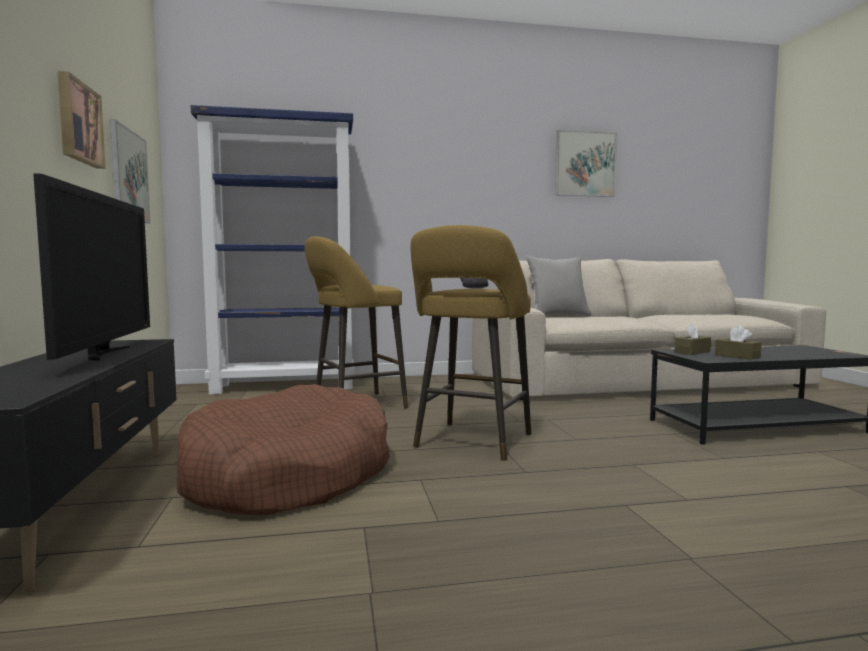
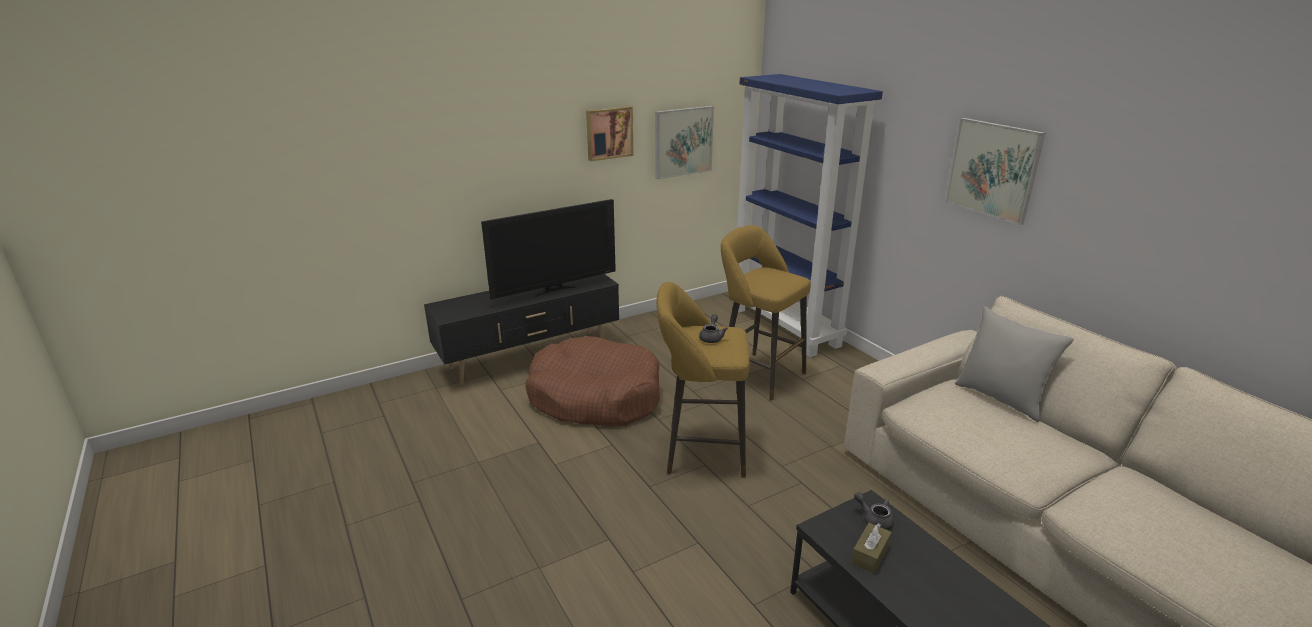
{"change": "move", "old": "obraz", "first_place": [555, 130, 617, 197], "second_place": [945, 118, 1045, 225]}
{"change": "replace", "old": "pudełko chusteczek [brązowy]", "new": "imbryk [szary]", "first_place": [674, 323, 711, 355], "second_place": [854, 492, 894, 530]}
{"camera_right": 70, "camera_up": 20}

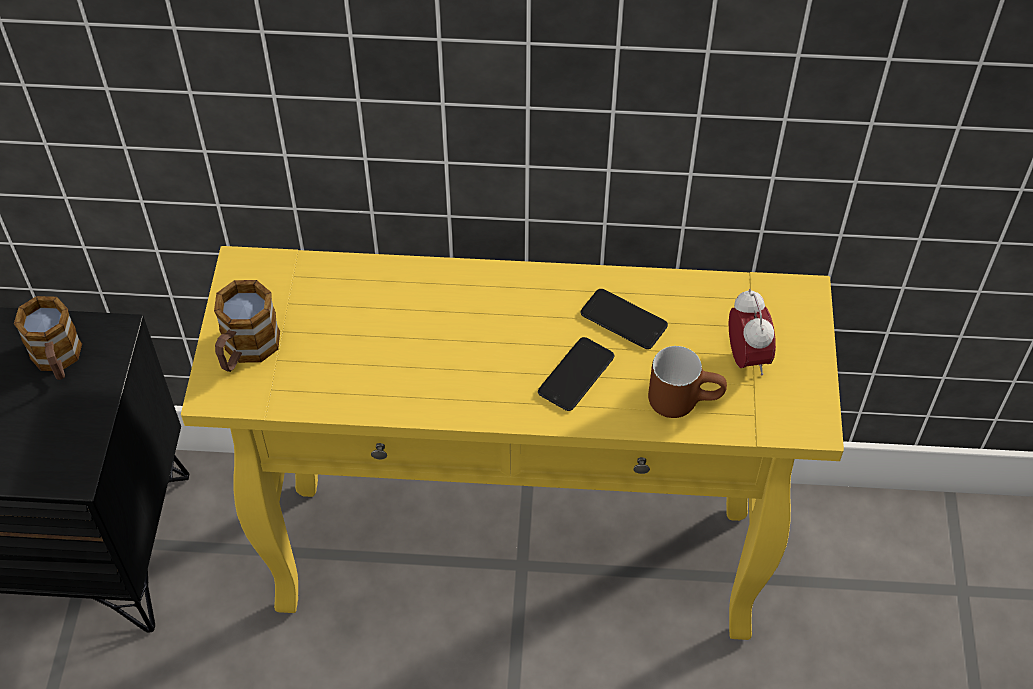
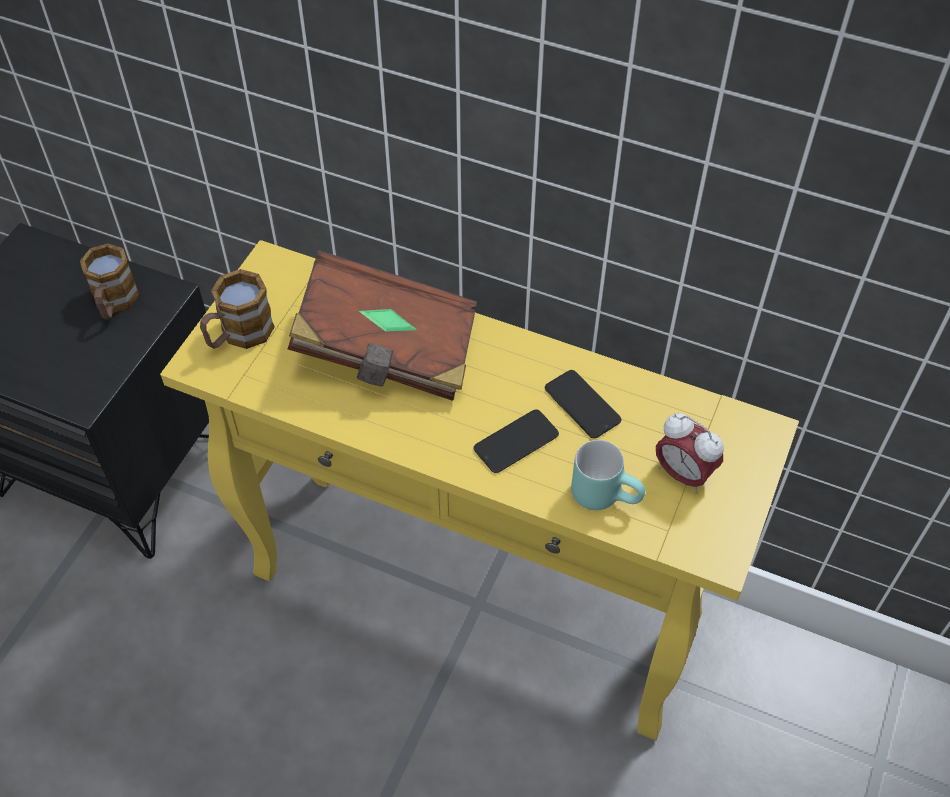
{"change": "recolor", "old": "kubek [brązowy]", "new": "kubek [turkusowy]", "first_place": [648, 346, 727, 418], "second_place": [571, 440, 645, 510]}
{"change": "rotate", "old": "budzik", "first_place": [729, 289, 776, 375], "second_place": [656, 413, 724, 494], "degrees": 120}
{"change": "insert", "new": "książka [brązowy]", "second_place": [288, 250, 477, 401]}
{"camera_right": 20, "camera_up": 0}

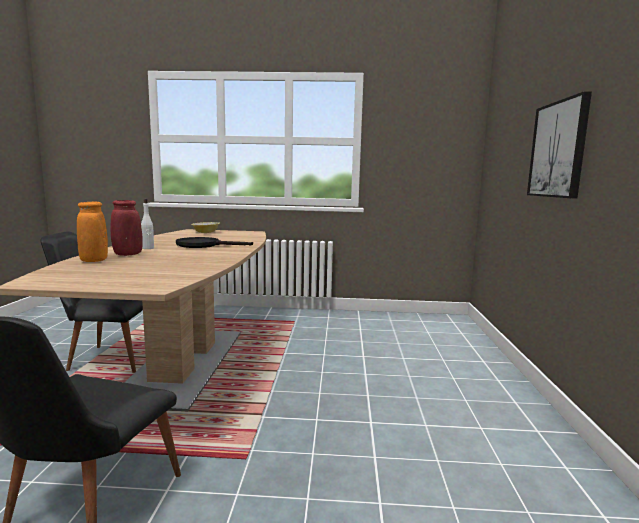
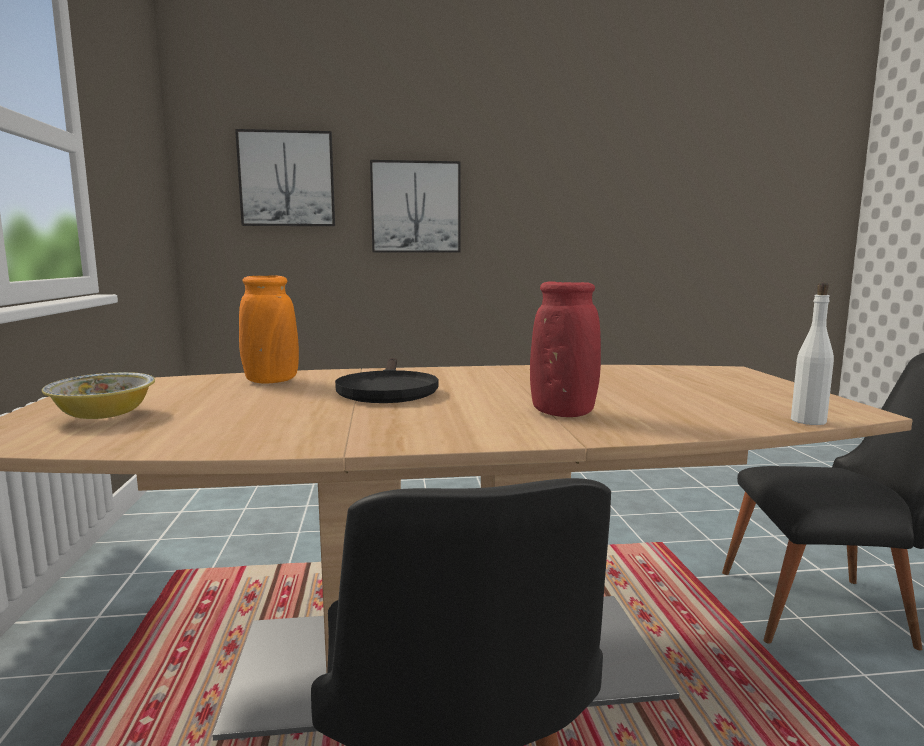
{"change": "move", "old": "wazon [pomarańczowy]", "first_place": [77, 202, 108, 262], "second_place": [239, 275, 299, 384]}
{"change": "move", "old": "butelka [biały]", "first_place": [141, 199, 154, 249], "second_place": [791, 283, 834, 425]}
{"change": "insert", "new": "obraz", "second_place": [235, 129, 335, 226]}
{"camera_right": -100, "camera_up": 0}

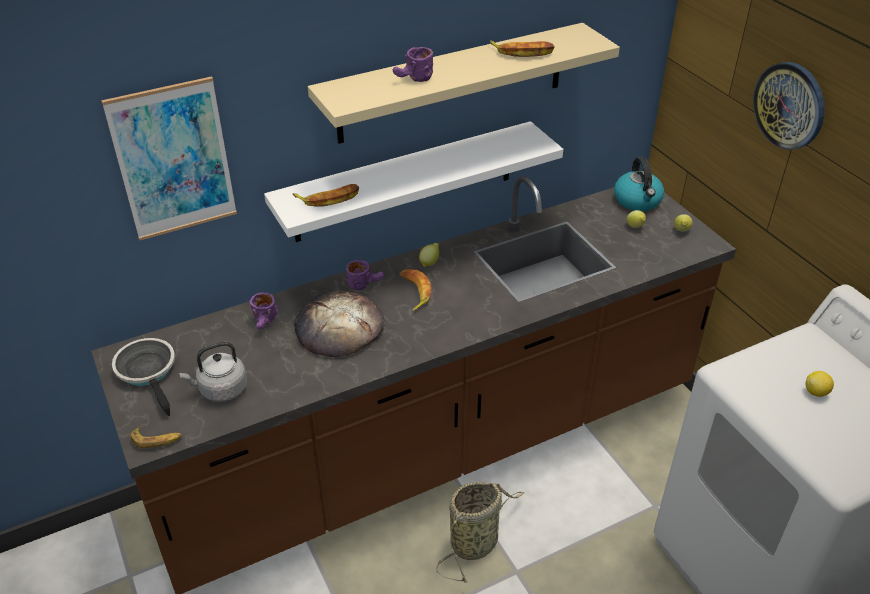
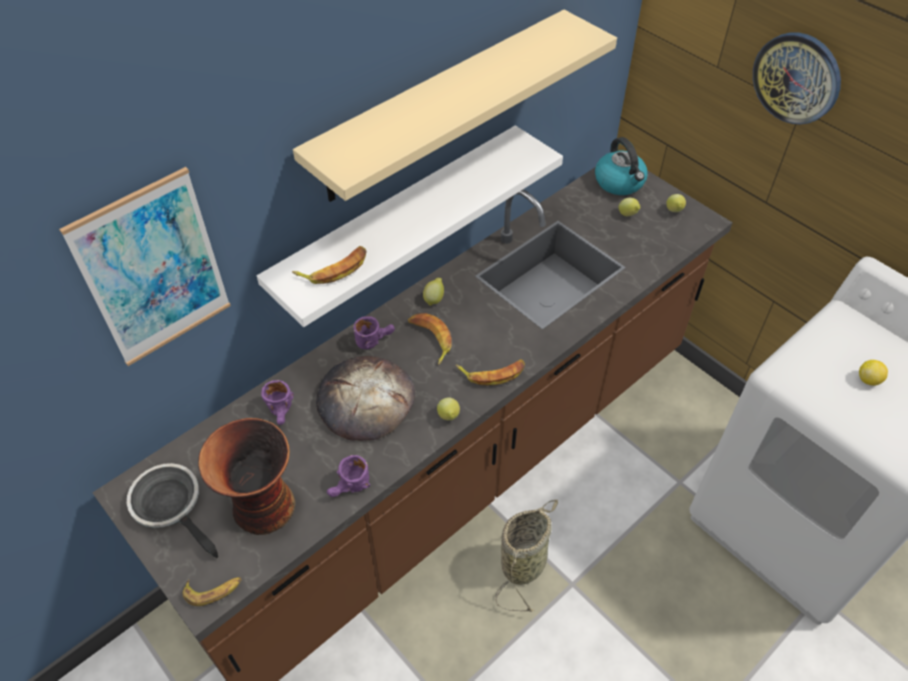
{"change": "replace", "old": "czajnik [szary]", "new": "wazon", "first_place": [179, 342, 247, 402], "second_place": [198, 418, 295, 535]}
{"change": "move", "old": "kubek [fioletowy]", "first_place": [393, 47, 433, 82], "second_place": [327, 455, 370, 497]}
{"change": "move", "old": "banan", "first_place": [490, 40, 555, 57], "second_place": [456, 359, 525, 386]}
{"change": "insert", "new": "cytryna", "second_place": [437, 397, 460, 420]}
{"camera_right": -15, "camera_up": 10}

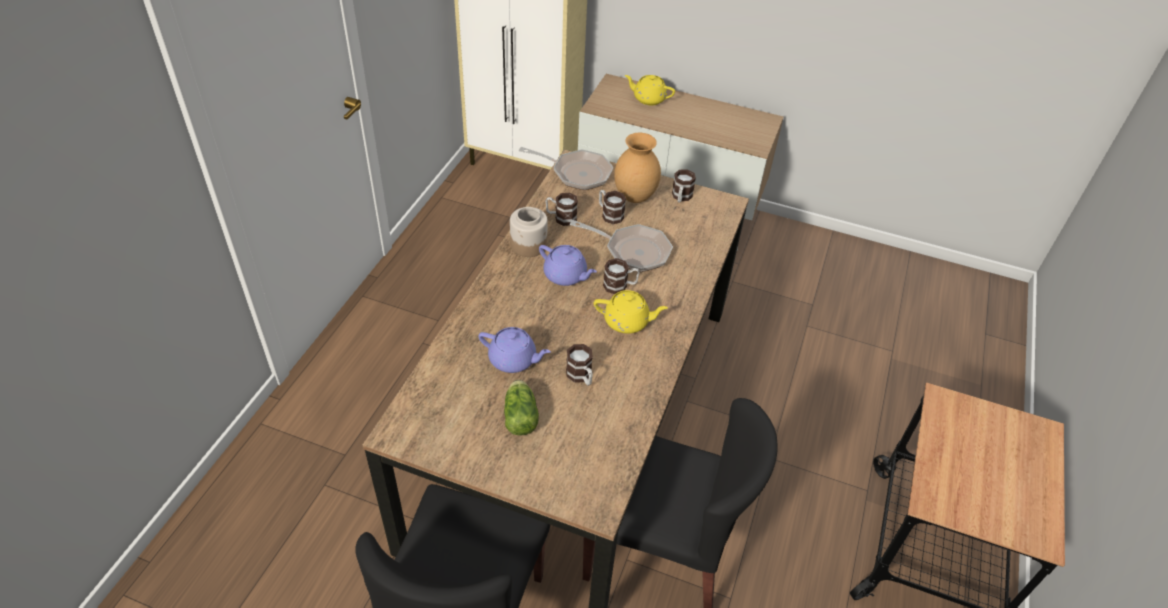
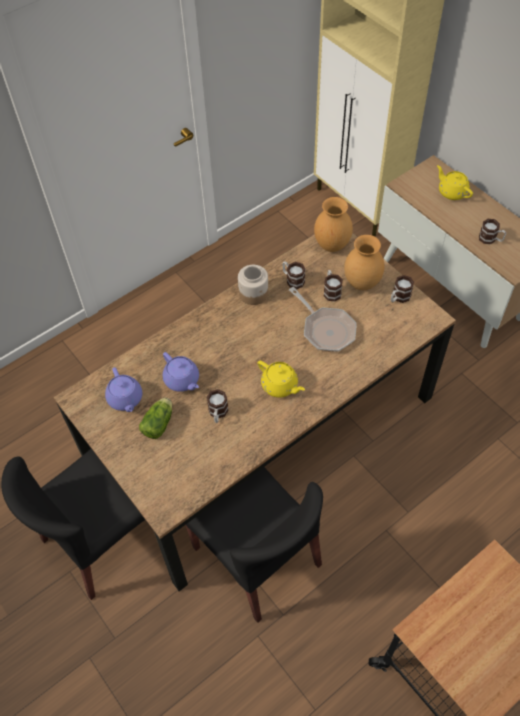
{"change": "replace", "old": "patelnia", "new": "wazon [brązowy]", "first_place": [519, 147, 613, 190], "second_place": [314, 197, 353, 252]}
{"change": "move", "old": "imbryk [fioletowy]", "first_place": [539, 245, 597, 286], "second_place": [105, 367, 142, 412]}
{"change": "move", "old": "kubek", "first_place": [603, 258, 640, 294], "second_place": [479, 219, 506, 244]}
{"camera_right": 35, "camera_up": 10}

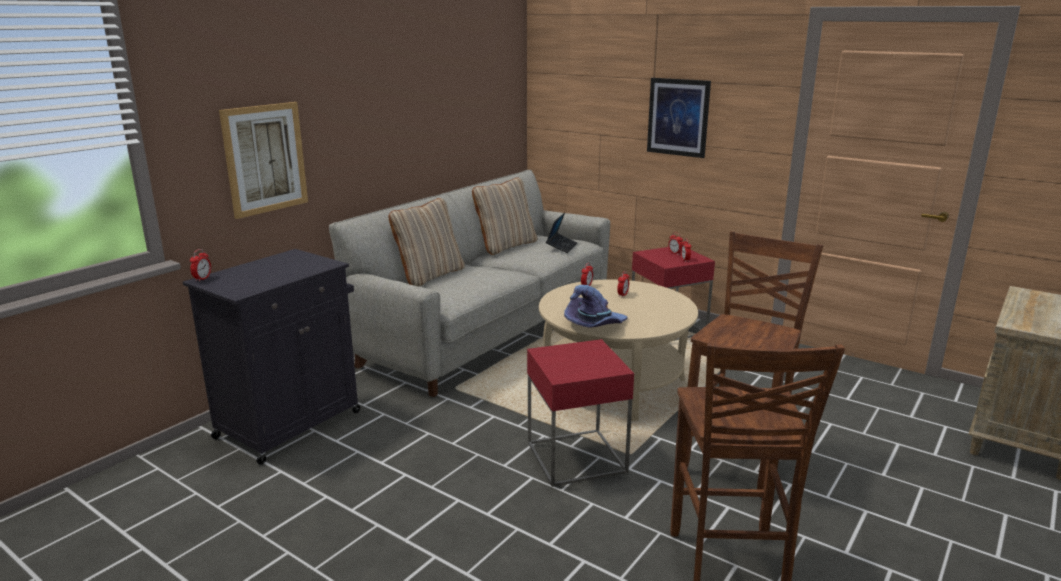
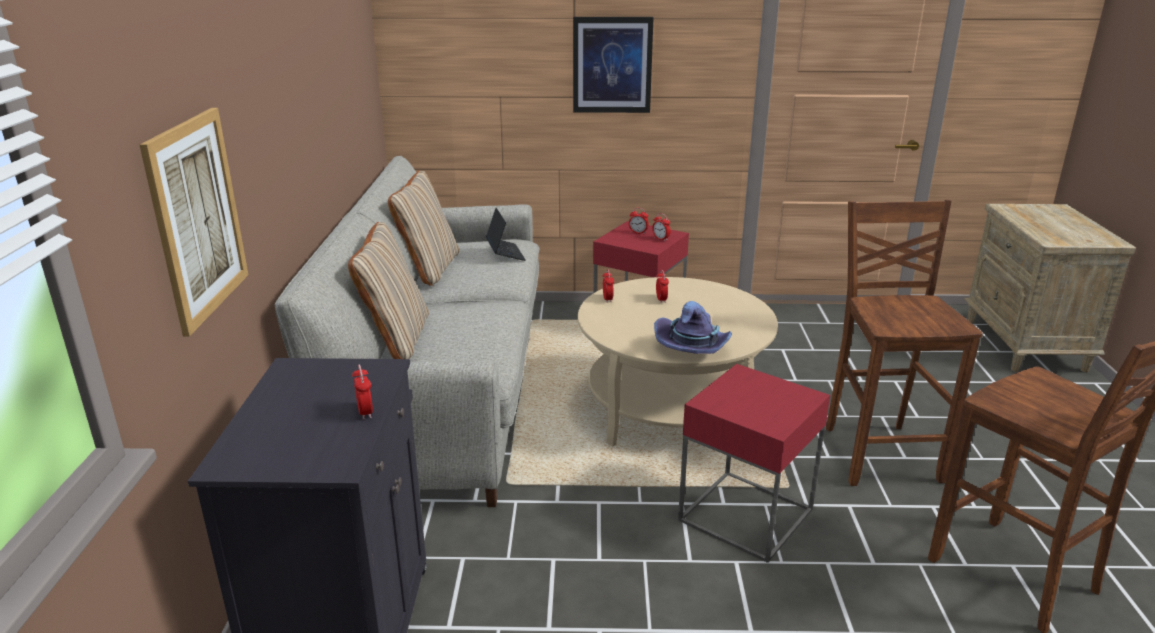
{"change": "move", "old": "budzik", "first_place": [190, 249, 211, 282], "second_place": [352, 364, 373, 420]}
{"camera_right": -35, "camera_up": 5}

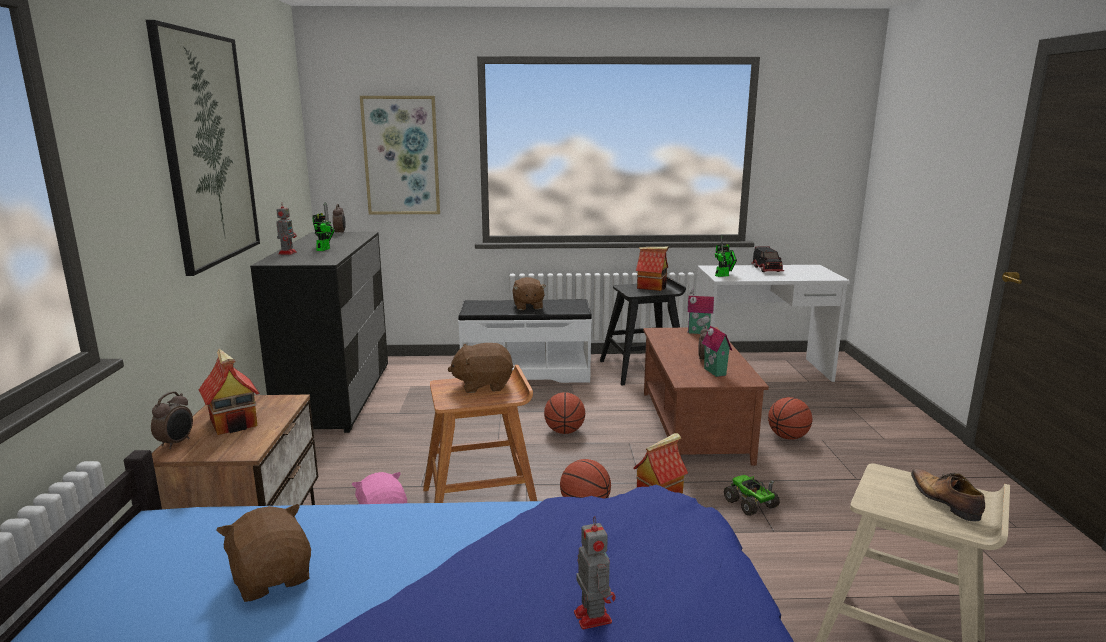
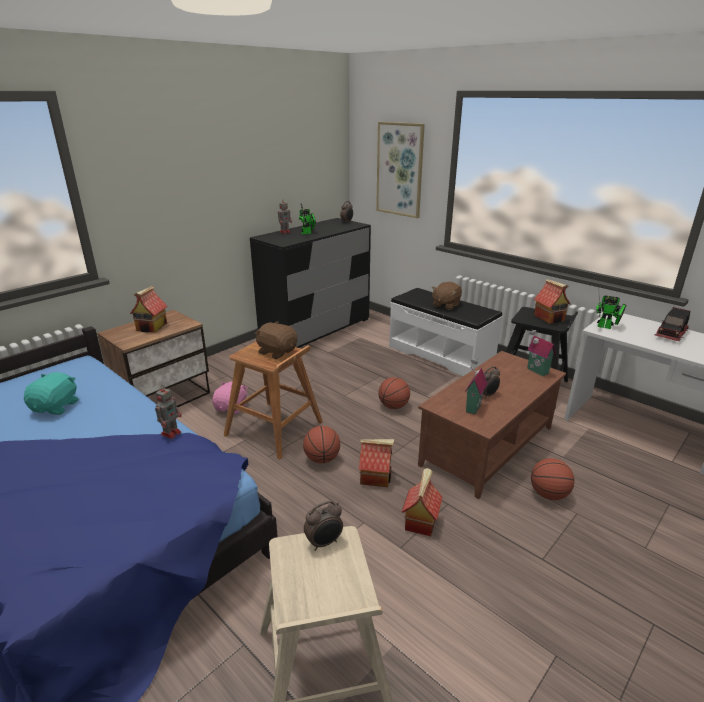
{"change": "delete", "old": "obraz", "first_place": [146, 20, 260, 276]}
{"change": "move", "old": "budzik", "first_place": [151, 391, 193, 449], "second_place": [304, 501, 343, 551]}
{"change": "recolor", "old": "pluszak [brązowy]", "new": "pluszak [turkusowy]", "first_place": [216, 504, 311, 602], "second_place": [24, 372, 78, 415]}
{"change": "move", "old": "robot zabawkowy", "first_place": [574, 516, 616, 630], "second_place": [155, 385, 182, 439]}
{"change": "replace", "old": "ciężarówka zabawkowa", "new": "domek", "first_place": [724, 475, 780, 516], "second_place": [402, 468, 443, 536]}
{"change": "delete", "old": "but", "first_place": [911, 469, 985, 521]}
{"camera_right": 45, "camera_up": 10}

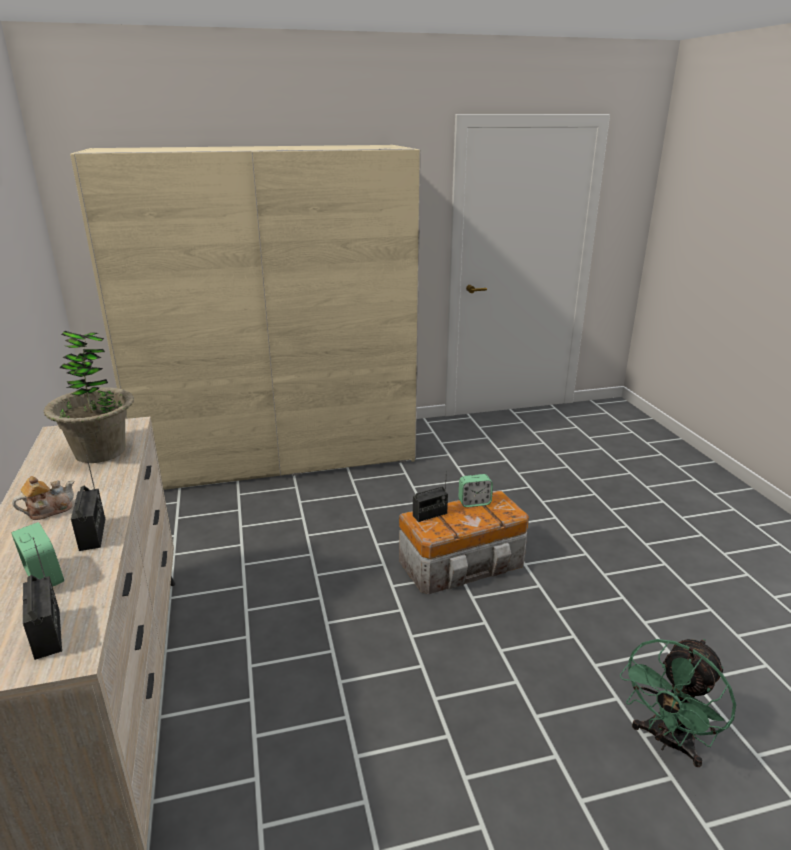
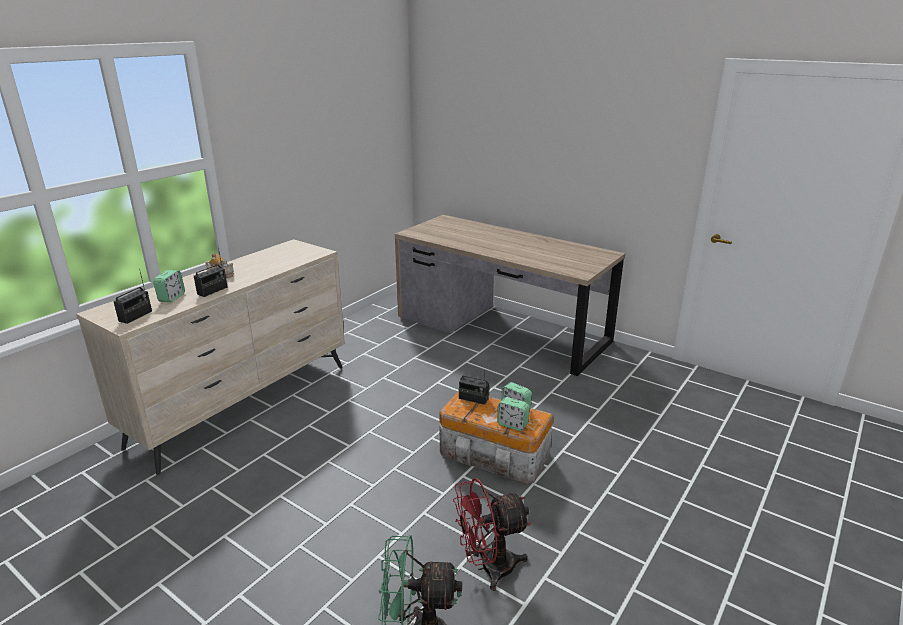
{"change": "delete", "old": "roślina doniczkowa", "first_place": [44, 331, 134, 463]}
{"change": "replace", "old": "szafa [beżowy]", "new": "biurko [brązowy]", "first_place": [70, 145, 421, 490], "second_place": [395, 215, 625, 376]}
{"change": "insert", "new": "wentylator [czerwony]", "second_place": [453, 478, 531, 591]}
{"change": "insert", "new": "budzik", "second_place": [497, 397, 529, 431]}
{"camera_right": 50, "camera_up": 0}

